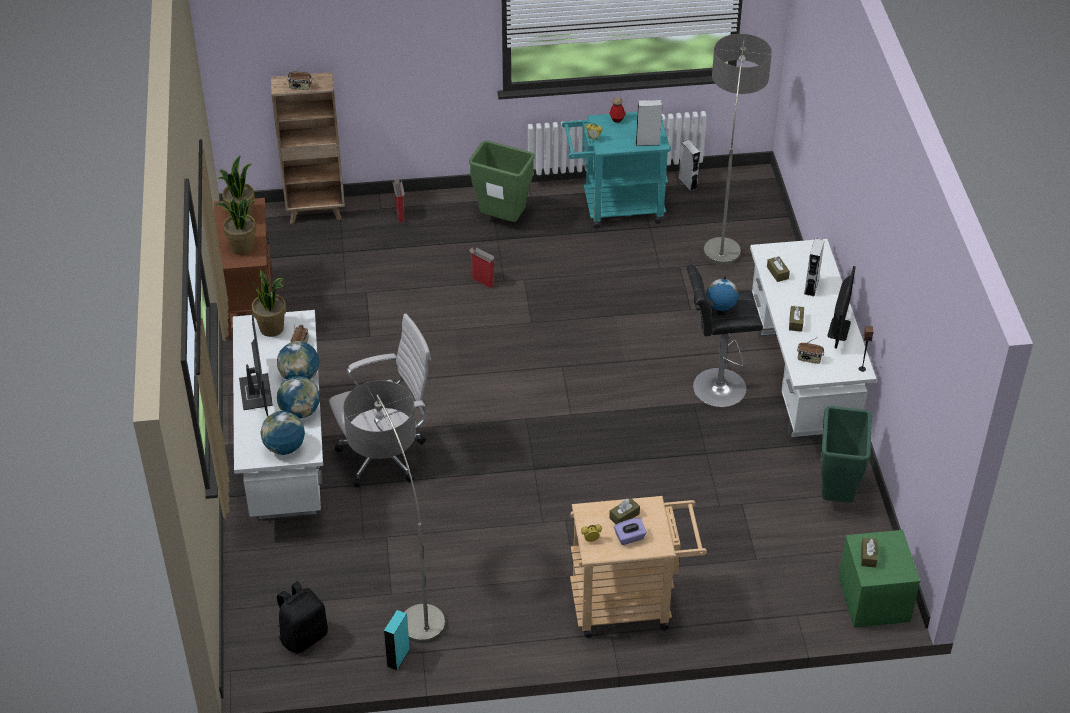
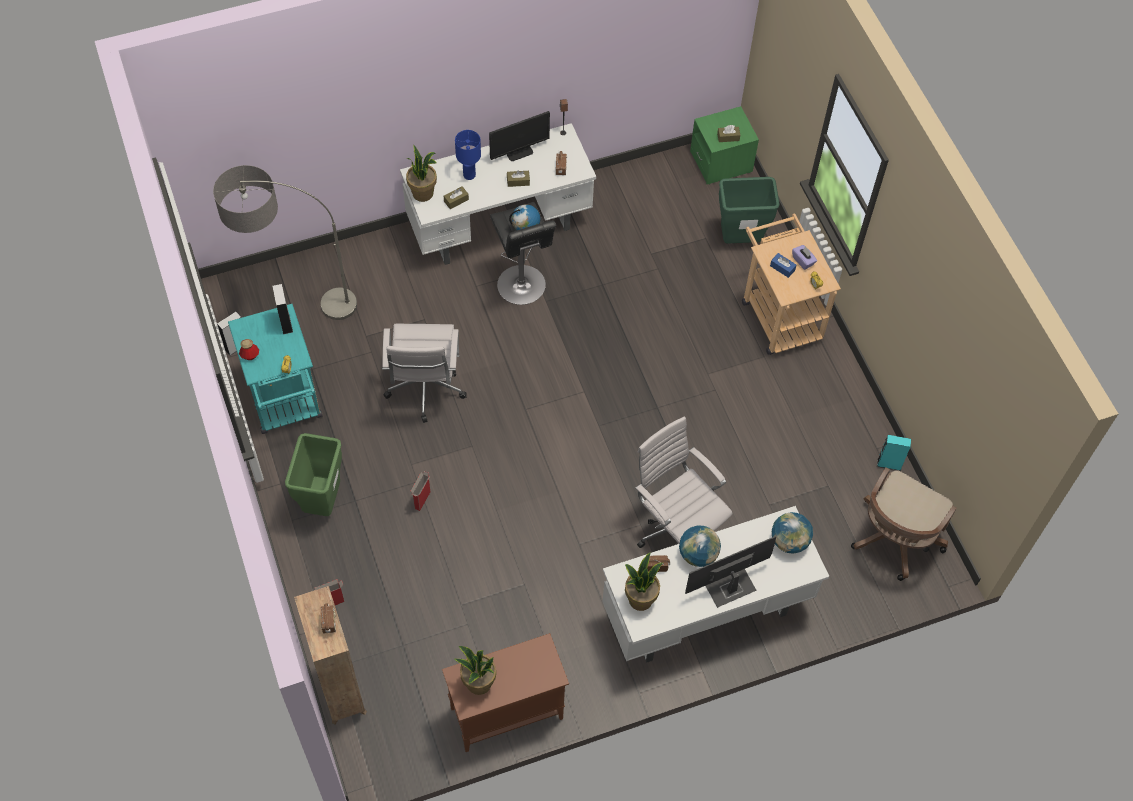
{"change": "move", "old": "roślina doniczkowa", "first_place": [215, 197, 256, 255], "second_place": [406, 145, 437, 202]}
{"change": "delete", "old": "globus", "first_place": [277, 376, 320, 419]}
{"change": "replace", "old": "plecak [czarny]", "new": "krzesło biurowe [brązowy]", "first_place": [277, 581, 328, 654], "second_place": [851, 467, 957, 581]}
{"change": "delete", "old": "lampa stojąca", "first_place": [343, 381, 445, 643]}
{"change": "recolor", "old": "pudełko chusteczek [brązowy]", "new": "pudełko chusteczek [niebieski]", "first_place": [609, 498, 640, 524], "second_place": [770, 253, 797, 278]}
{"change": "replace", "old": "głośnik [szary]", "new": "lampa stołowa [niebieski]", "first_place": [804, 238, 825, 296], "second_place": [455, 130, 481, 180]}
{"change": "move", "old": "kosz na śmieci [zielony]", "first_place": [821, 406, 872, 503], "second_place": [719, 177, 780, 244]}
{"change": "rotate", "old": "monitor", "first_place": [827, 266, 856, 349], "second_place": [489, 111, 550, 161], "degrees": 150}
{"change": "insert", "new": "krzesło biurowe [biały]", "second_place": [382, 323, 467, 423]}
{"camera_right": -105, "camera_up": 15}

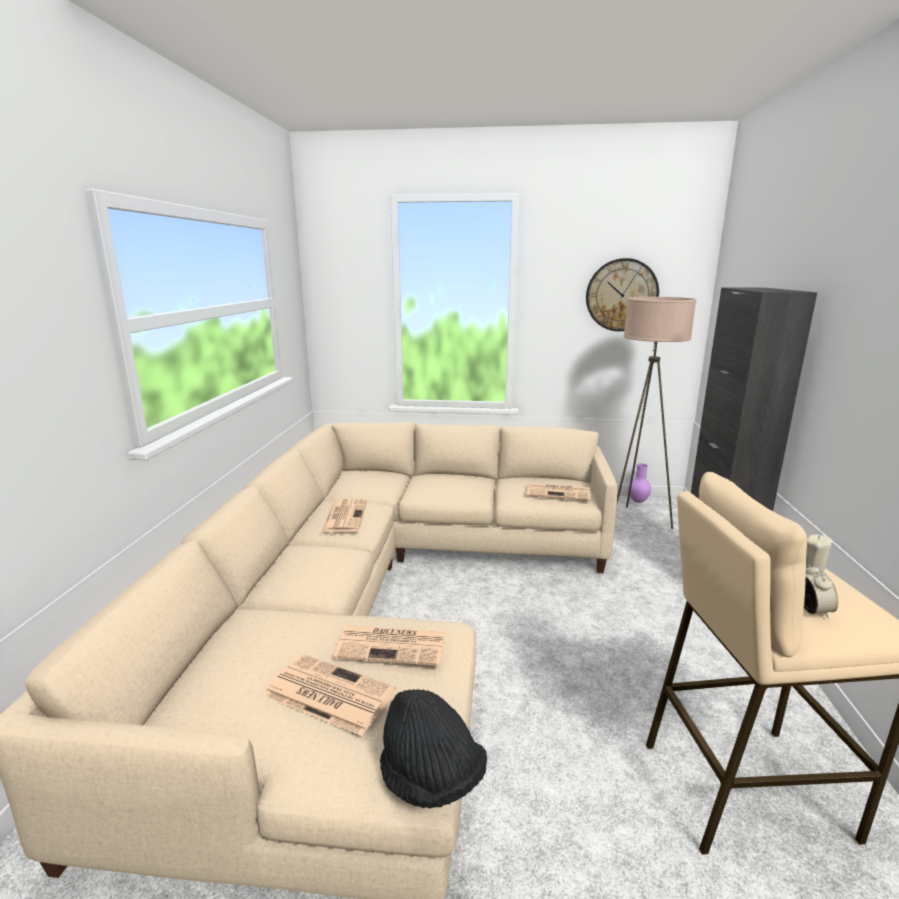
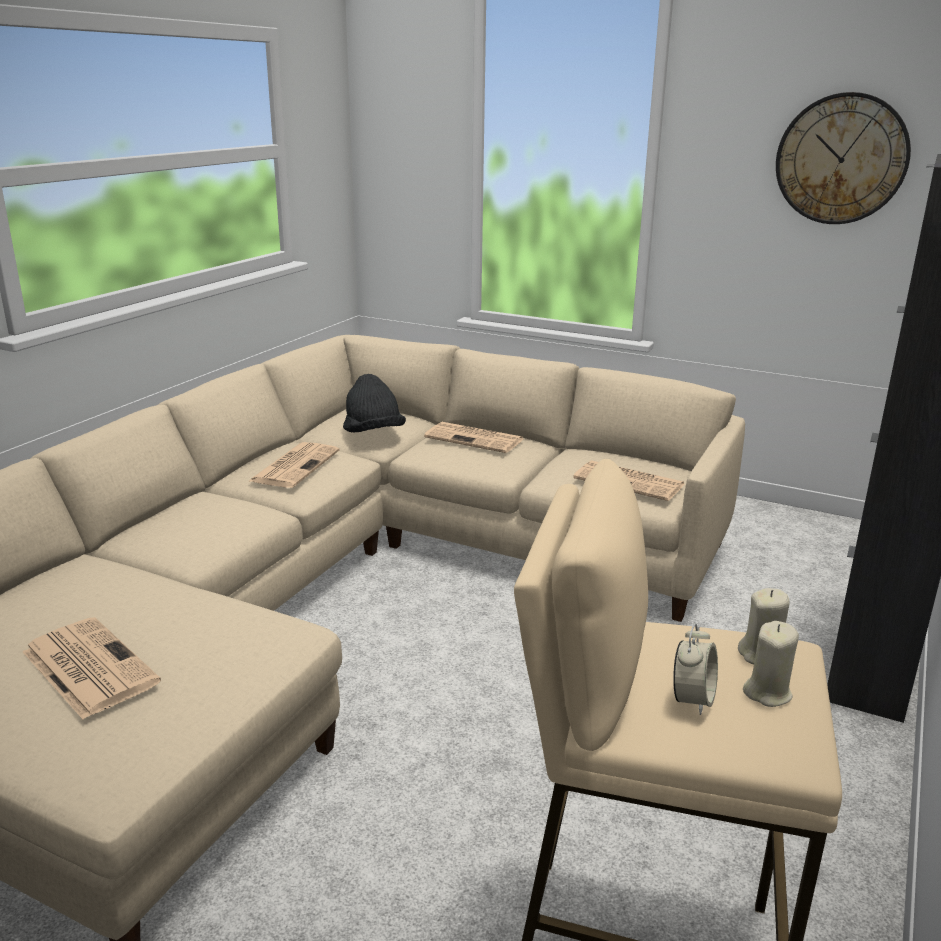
{"change": "move", "old": "gazeta", "first_place": [333, 625, 446, 666], "second_place": [424, 422, 523, 453]}
{"change": "move", "old": "kapelusz [czarny]", "first_place": [380, 689, 487, 808], "second_place": [343, 374, 406, 433]}
{"change": "delete", "old": "lampa stojąca [beżowy]", "first_place": [617, 297, 697, 529]}
{"change": "delete", "old": "wazon [fioletowy]", "first_place": [628, 464, 651, 503]}
{"change": "insert", "new": "świeca [beżowy]", "second_place": [743, 621, 799, 707]}
{"camera_right": 20, "camera_up": 5}

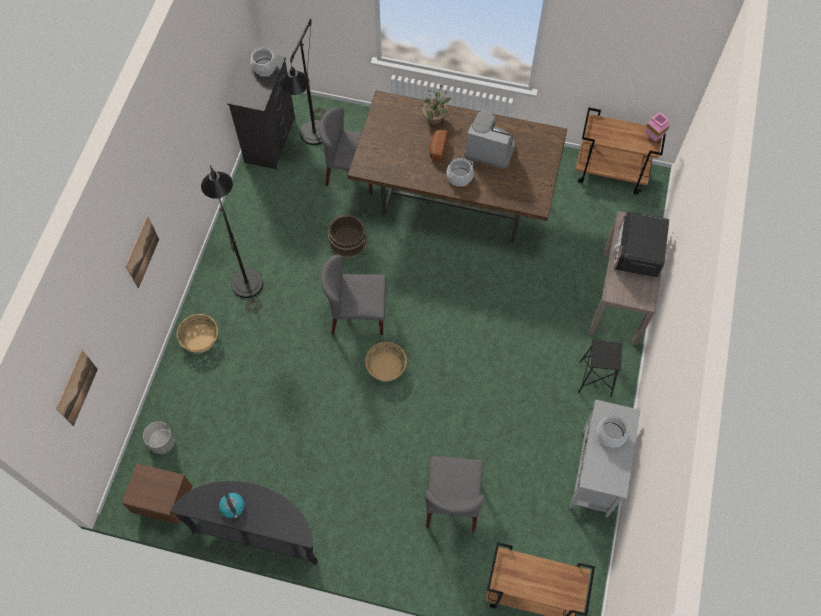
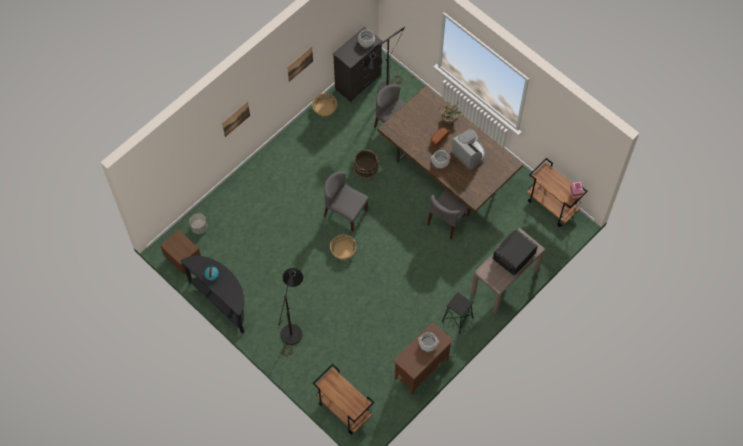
{"change": "move", "old": "obraz", "first_place": [56, 349, 98, 426], "second_place": [287, 46, 313, 82]}
{"change": "move", "old": "koszyk", "first_place": [177, 314, 218, 353], "second_place": [312, 93, 337, 117]}
{"change": "move", "old": "lampa stojąca [czarny]", "first_place": [201, 165, 263, 313], "second_place": [278, 268, 303, 356]}
{"change": "move", "old": "krzesło [szary]", "first_place": [425, 456, 484, 532], "second_place": [427, 188, 471, 239]}
{"change": "recolor", "old": "szafka [szary]", "new": "szafka [brązowy]", "first_place": [569, 399, 641, 517], "second_place": [393, 322, 453, 395]}
{"camera_right": 30, "camera_up": 0}

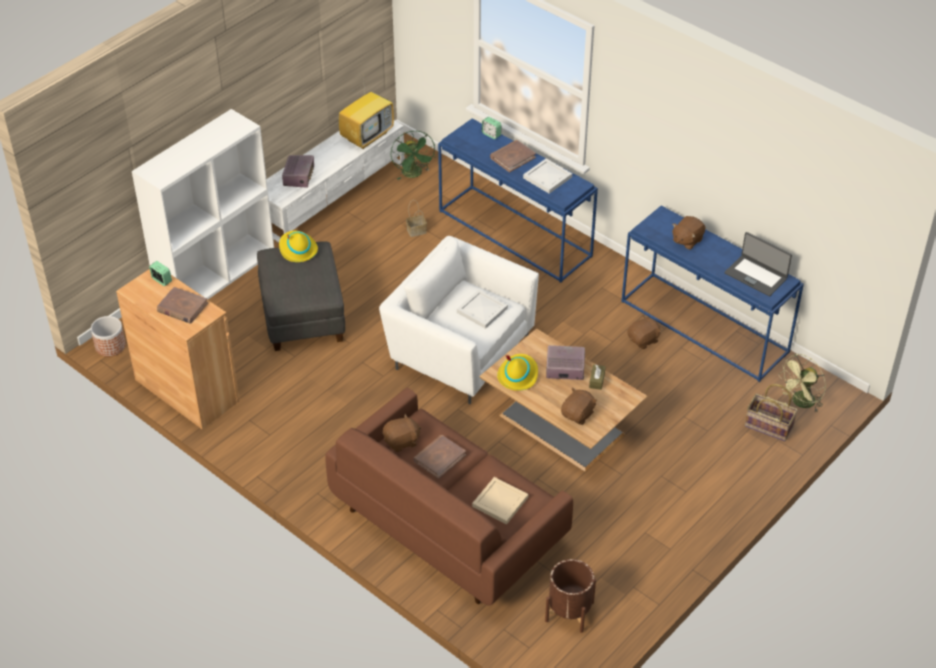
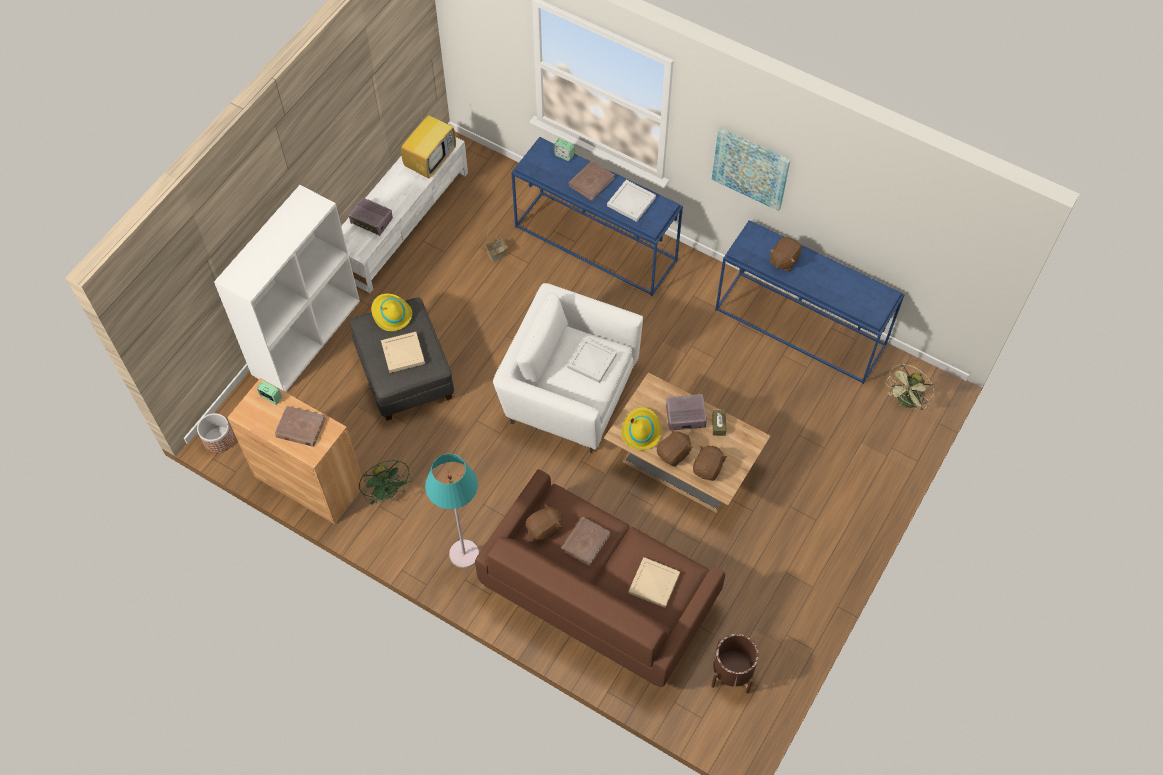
{"change": "rotate", "old": "radio", "first_place": [282, 155, 314, 188], "second_place": [349, 198, 393, 236], "degrees": 120}
{"change": "move", "old": "wentylator [zielony]", "first_place": [391, 131, 436, 180], "second_place": [359, 460, 412, 505]}
{"change": "move", "old": "pluszak [brązowy]", "first_place": [627, 315, 661, 349], "second_place": [657, 429, 693, 467]}
{"change": "delete", "old": "laptop", "first_place": [725, 232, 792, 297]}
{"change": "delete", "old": "koszyk", "first_place": [745, 384, 798, 442]}
{"change": "insert", "new": "taca [beżowy]", "second_place": [381, 332, 425, 373]}
{"change": "insert", "new": "lampa stojąca [turkusowy]", "second_place": [425, 454, 479, 568]}
{"change": "insert", "new": "obraz", "second_place": [712, 128, 790, 211]}
{"camera_right": -10, "camera_up": 15}

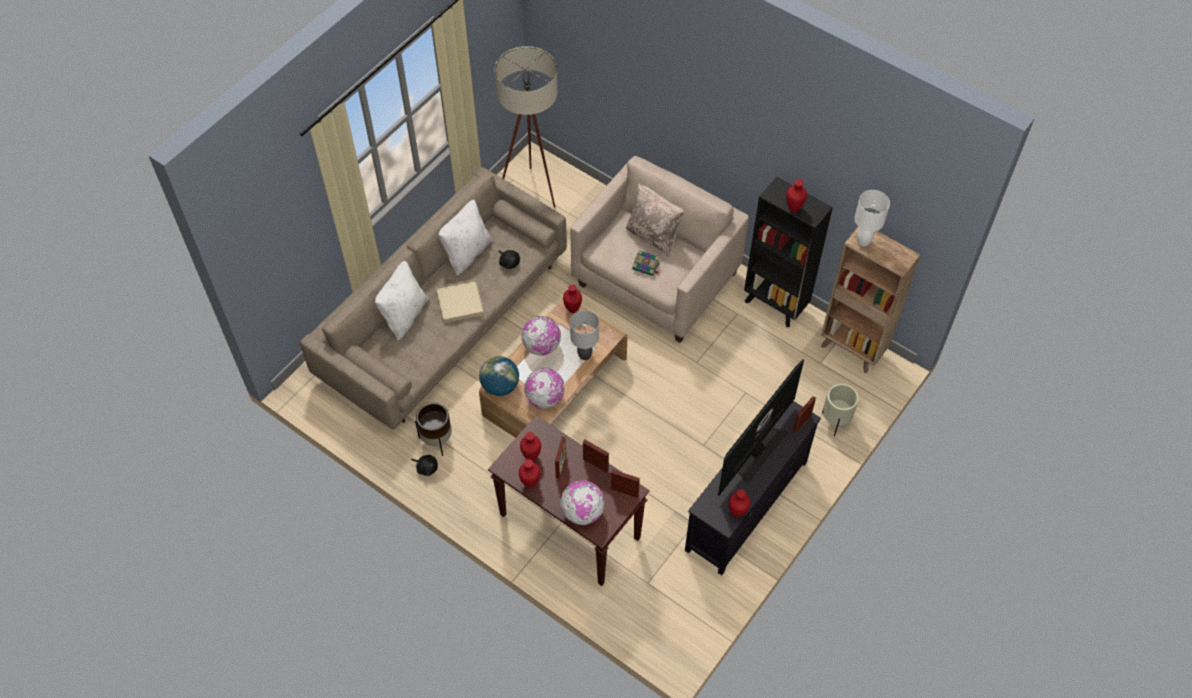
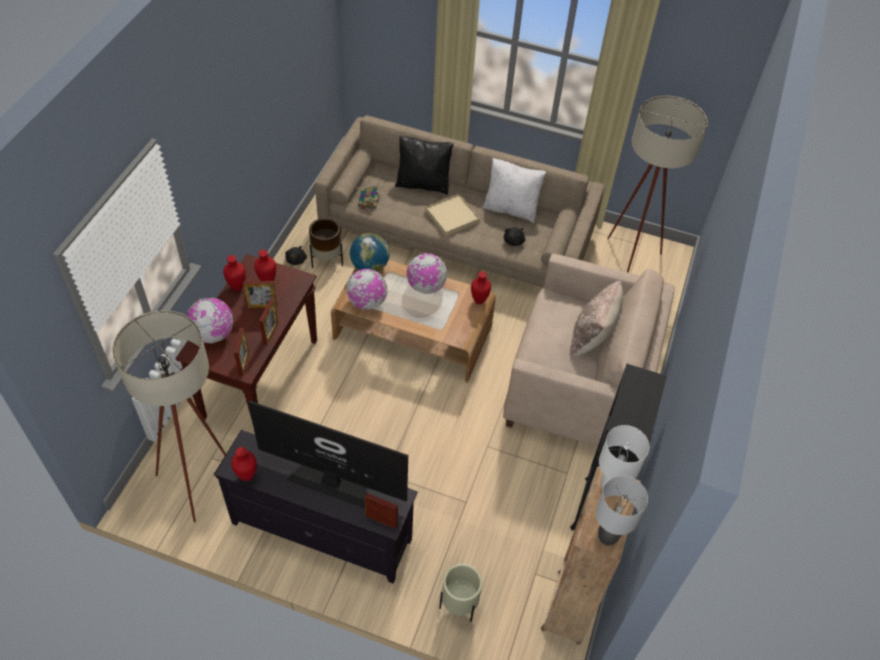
{"change": "recolor", "old": "poduszka [biały]", "new": "poduszka [czarny]", "first_place": [375, 260, 429, 341], "second_place": [395, 136, 454, 195]}
{"change": "move", "old": "lampa stołowa [szary]", "first_place": [570, 310, 599, 360], "second_place": [595, 476, 648, 546]}
{"change": "move", "old": "książka", "first_place": [632, 250, 660, 276], "second_place": [358, 185, 380, 210]}
{"change": "delete", "old": "wazon [czerwony]", "first_place": [786, 179, 807, 212]}
{"change": "insert", "new": "lampa stojąca [beżowy]", "second_place": [112, 310, 226, 523]}
{"camera_right": 70, "camera_up": -5}

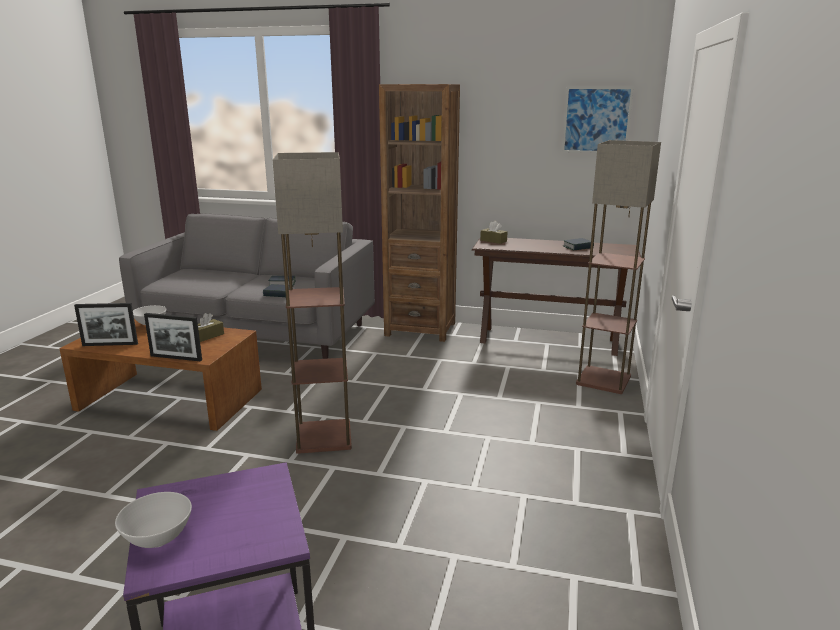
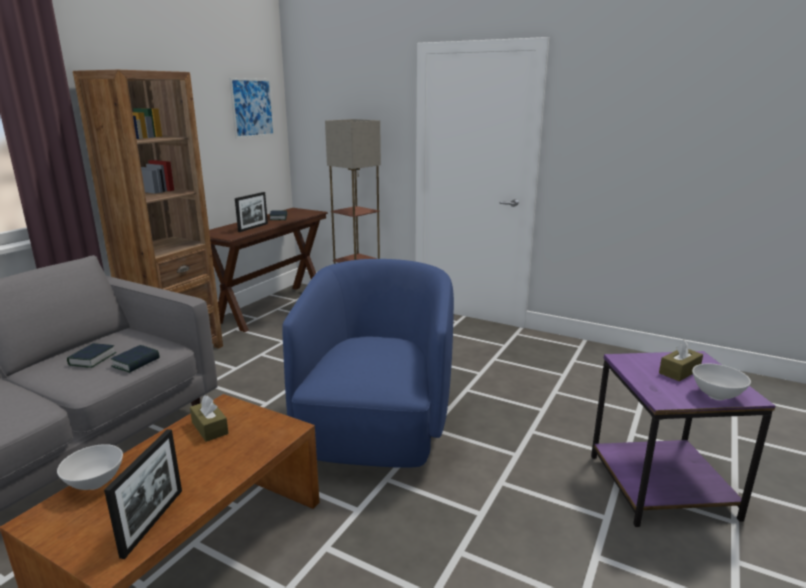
{"change": "move", "old": "ramka na zdjęcie", "first_place": [144, 313, 202, 362], "second_place": [235, 192, 268, 232]}
{"change": "replace", "old": "lampa stojąca", "new": "fotel [niebieski]", "first_place": [273, 152, 352, 454], "second_place": [282, 259, 454, 468]}
{"change": "move", "old": "pudełko chusteczek [brązowy]", "first_place": [480, 221, 507, 244], "second_place": [659, 340, 703, 381]}
{"camera_right": -75, "camera_up": 0}

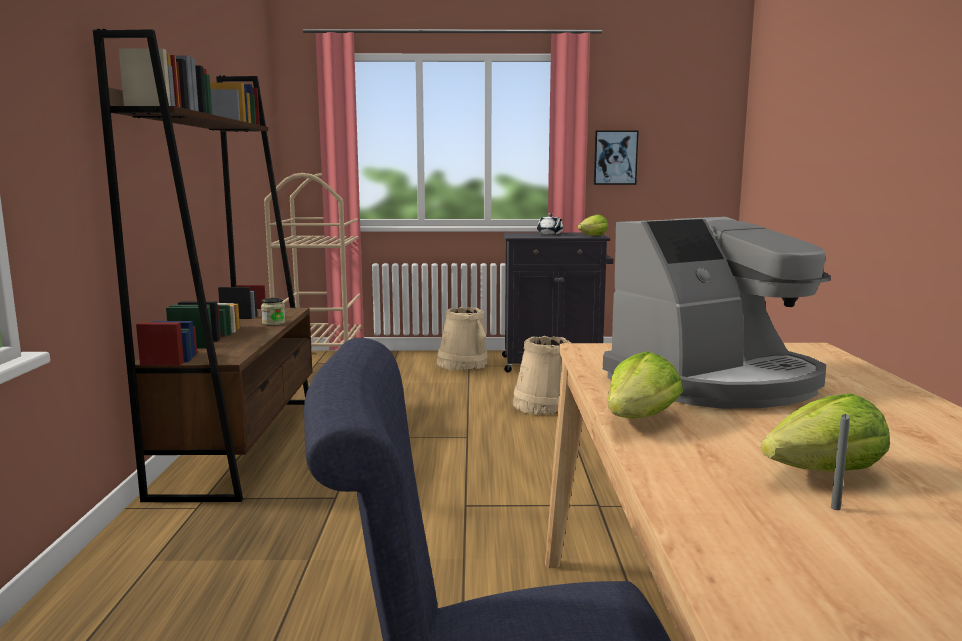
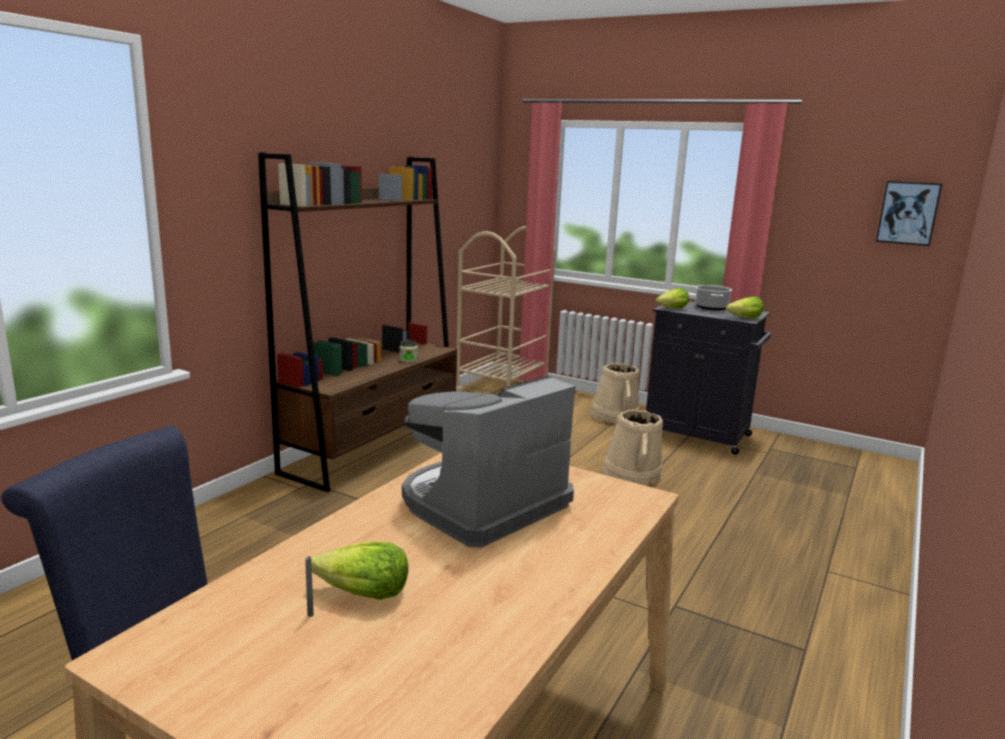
{"change": "replace", "old": "imbryk [biały]", "new": "garnek", "first_place": [537, 213, 563, 234], "second_place": [695, 285, 732, 311]}
{"change": "move", "old": "obraz", "first_place": [594, 130, 639, 185], "second_place": [876, 181, 942, 246]}
{"change": "rotate", "old": "ekspres do kawy", "first_place": [603, 217, 831, 409], "second_place": [402, 375, 575, 547], "degrees": 135}
{"change": "move", "old": "sałata", "first_place": [608, 351, 683, 419], "second_place": [656, 288, 689, 309]}
{"camera_right": 30, "camera_up": 5}

